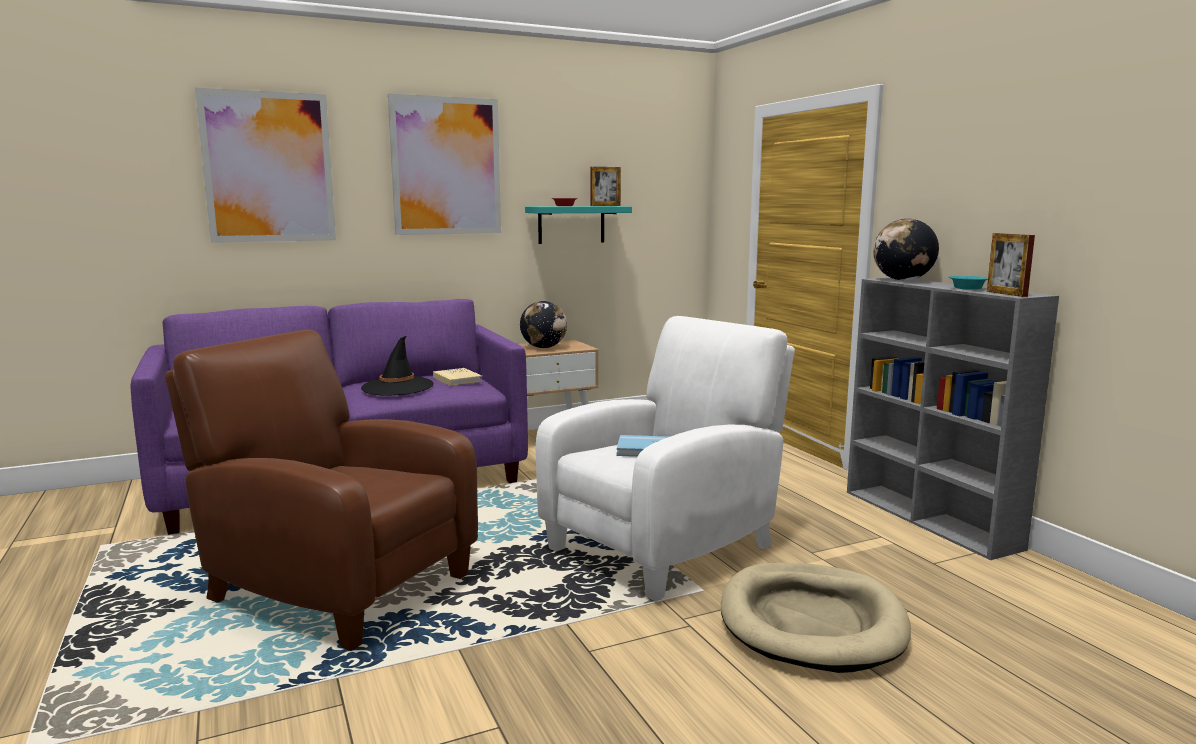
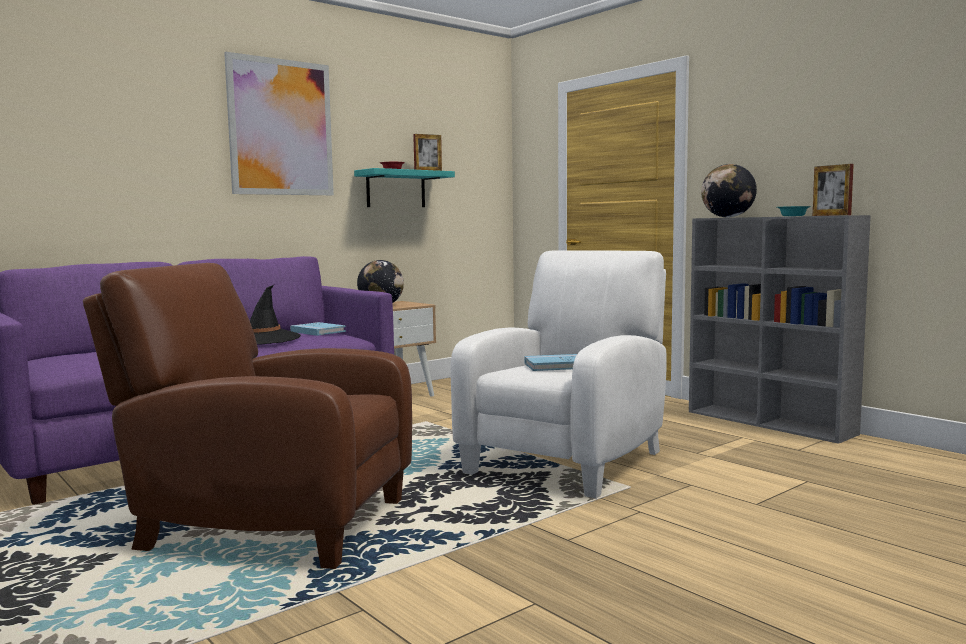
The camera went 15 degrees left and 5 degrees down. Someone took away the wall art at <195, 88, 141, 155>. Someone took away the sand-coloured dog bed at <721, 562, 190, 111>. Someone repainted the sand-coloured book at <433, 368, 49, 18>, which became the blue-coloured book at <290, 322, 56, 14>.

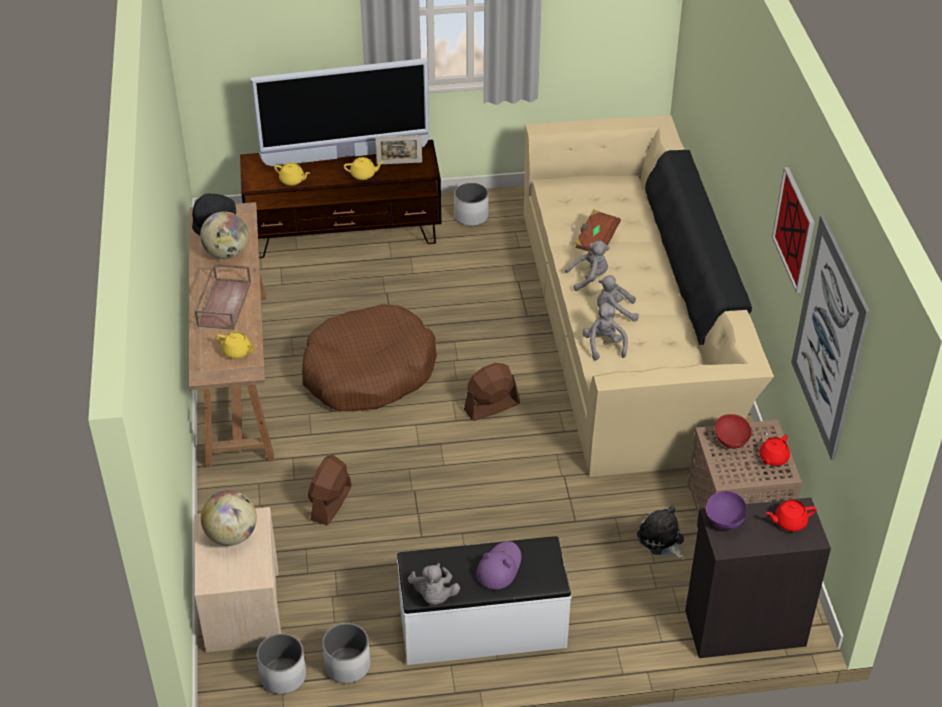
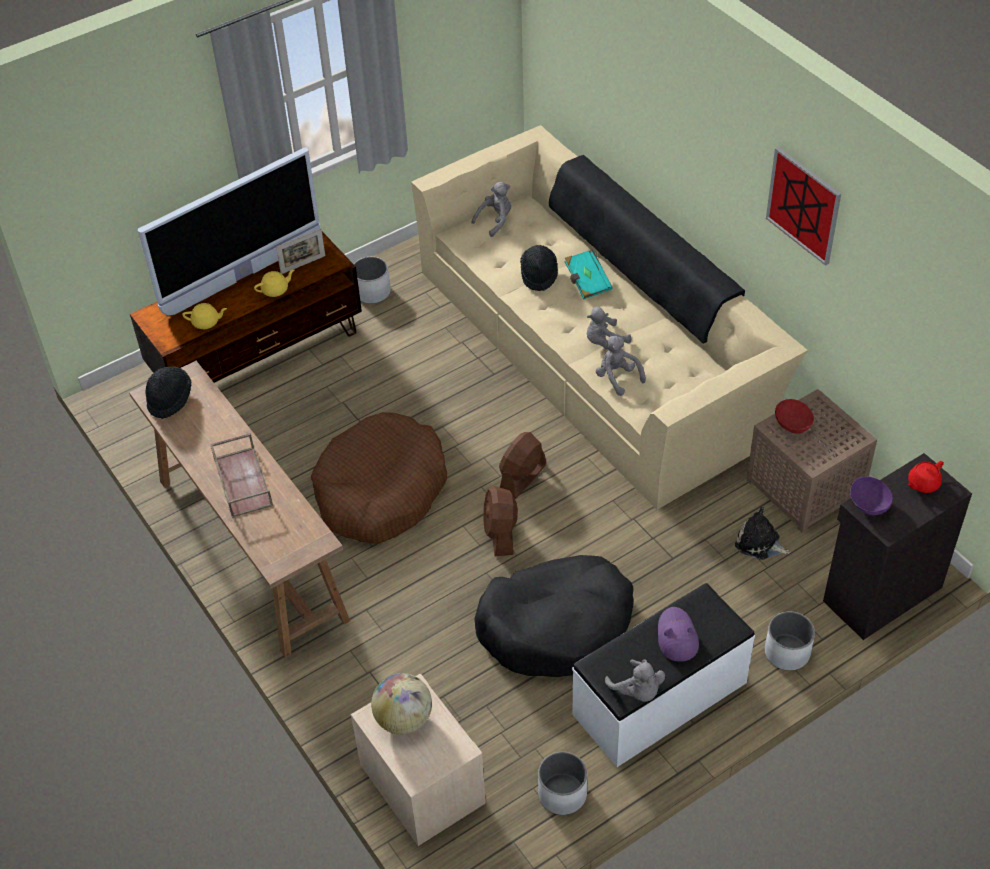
The camera went 25 degrees left and 5 degrees up. Someone took away the world globe at <200, 212, 48, 47>. Someone took away the yellow-coloured tea pot at <216, 332, 41, 27>. Someone took away the red tea pot at <759, 435, 31, 31>. Someone took away the wall art at <791, 215, 79, 245>. Someone put down the black-coloured dog bed at <474, 555, 159, 122>. Someone put down the turquoise book at <565, 249, 47, 50>. Someone carried the white flower pot from <257, 634, 49, 60> to <765, 612, 50, 59>. Someone carried the brownish cooling fan from <308, 455, 44, 70> to <483, 486, 35, 71>. Someone carried the gray soft toy from <565, 241, 45, 50> to <472, 182, 39, 55>. Someone swapped the brownish book at <575, 209, 46, 43> for the black-coloured wearable hat at <520, 245, 38, 46>.

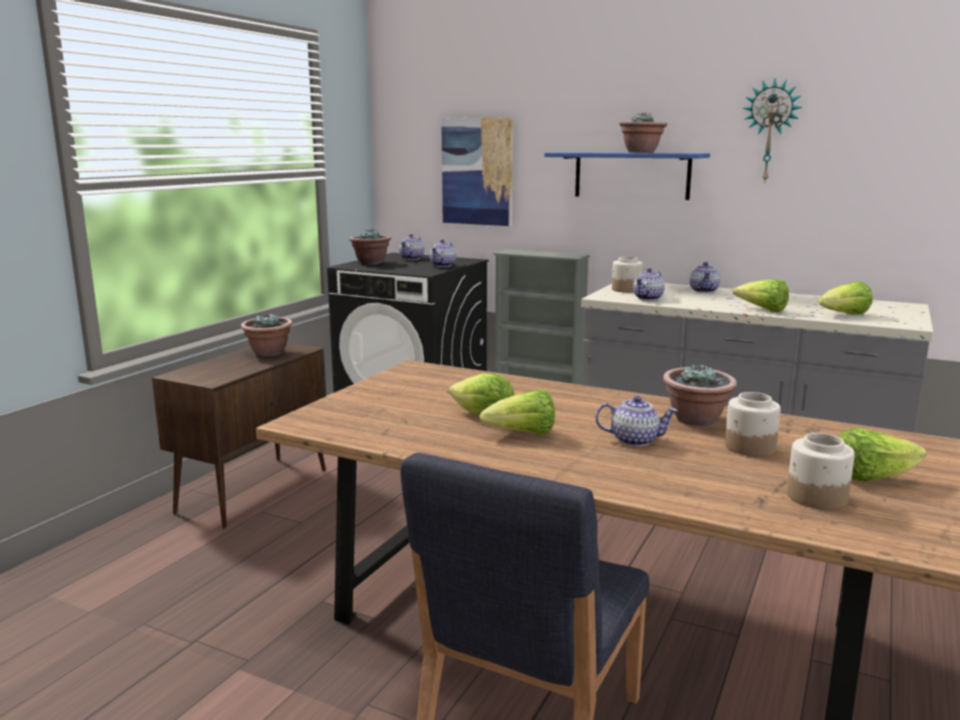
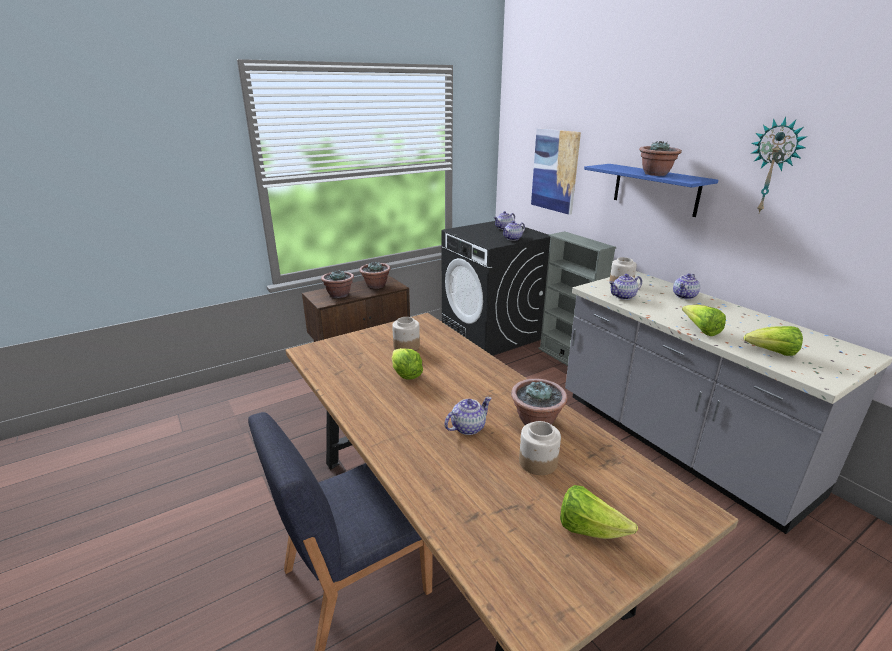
The camera went 30 degrees right and 10 degrees up. Someone took away the lettuce at <480, 389, 75, 45>. Someone carried the potted plant from <349, 229, 42, 36> to <321, 269, 33, 29>. Someone carried the jar from <787, 433, 68, 77> to <392, 317, 28, 34>. Someone rotated the tea pot at <595, 396, 83, 51> by 75 degrees counterclockwise.

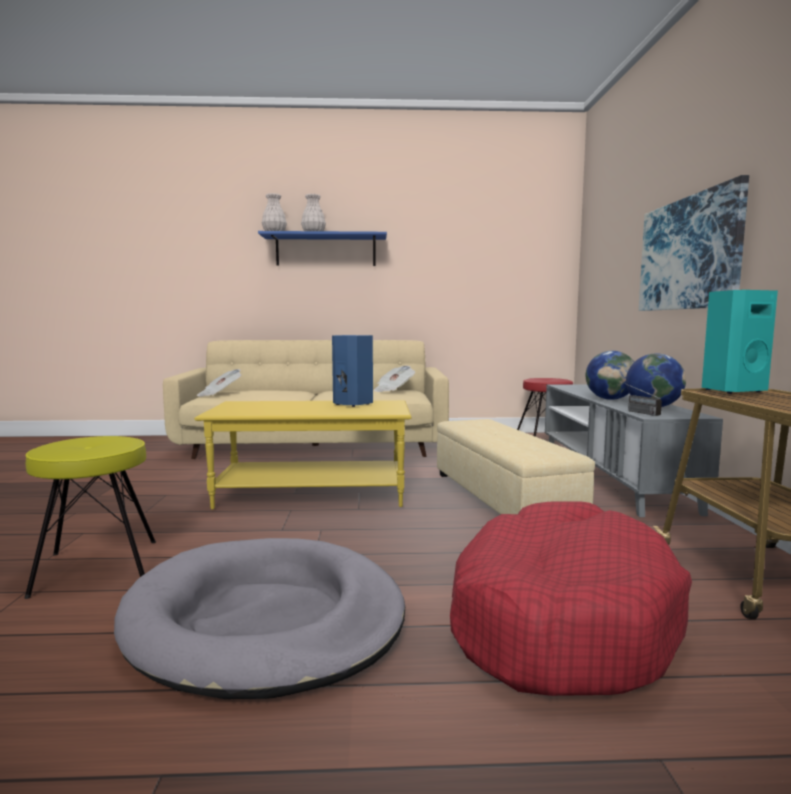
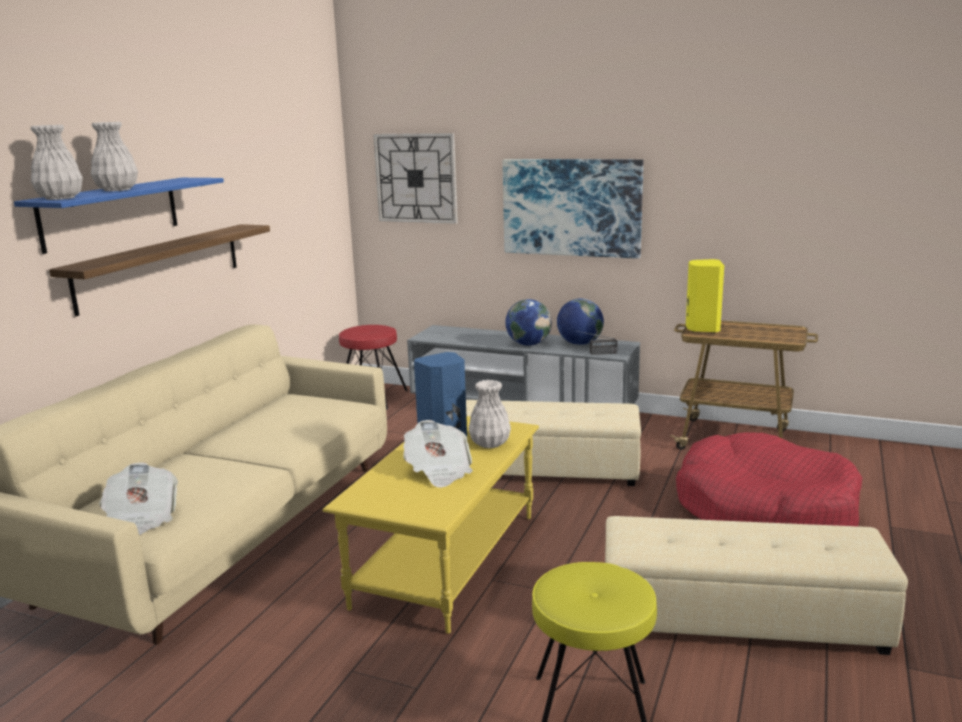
The camera went 65 degrees left and 10 degrees up. Someone put up the shelf at <49, 224, 221, 92>. Someone put up the wall clock at <373, 133, 85, 91>. Someone put down the white decorative vase at <469, 380, 42, 68>. Someone carried the daily paper from <374, 365, 41, 27> to <403, 420, 70, 68>. Someone swapped the gray dog bed at <114, 538, 291, 161> for the sand-coloured pouffe at <605, 516, 303, 139>. Someone repainted the turquoise audio speaker at <702, 290, 76, 104>, which became the yellow-coloured audio speaker at <686, 259, 38, 74>.

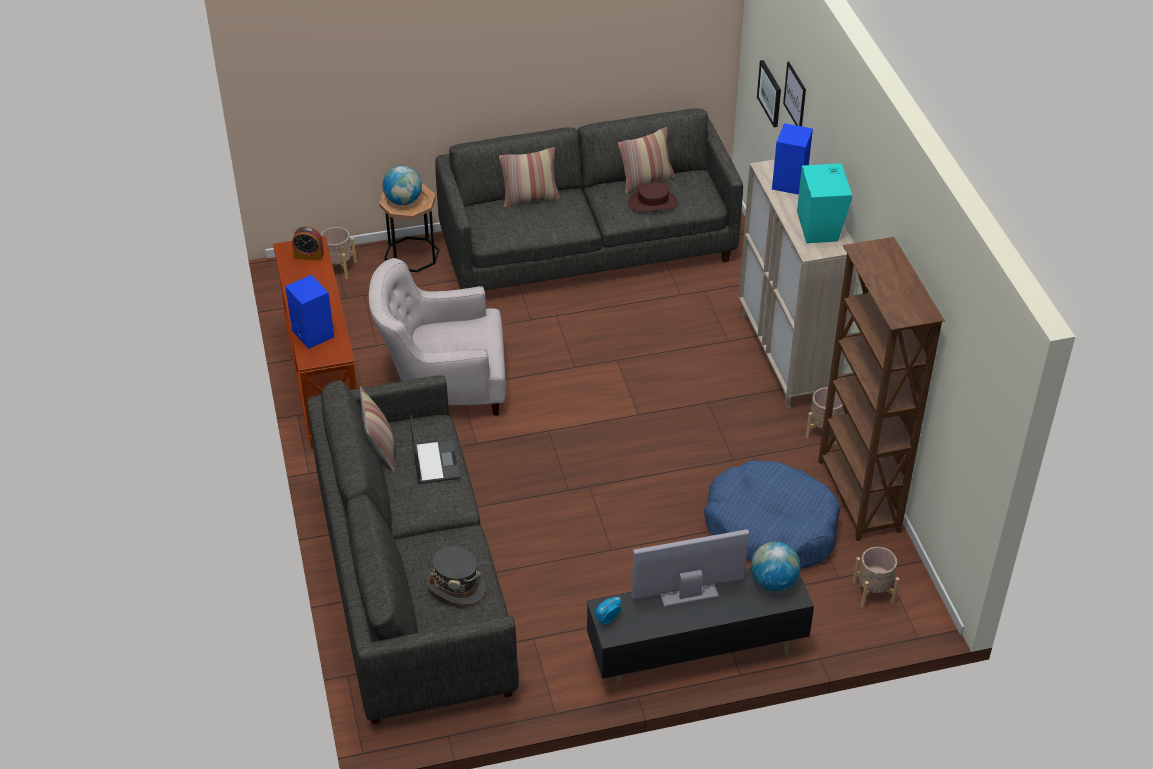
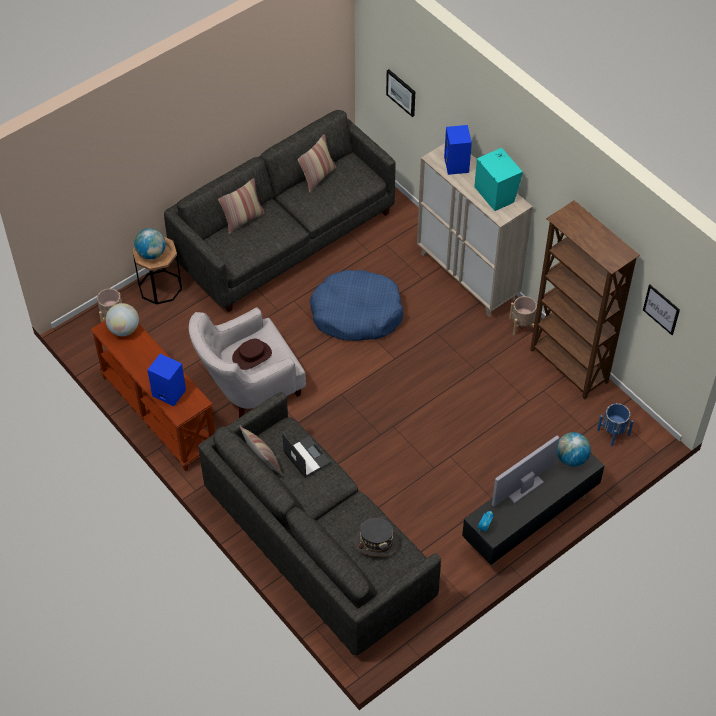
The camera went 25 degrees left and 10 degrees up. Someone carried the brownish wearable hat from <628, 183, 50, 29> to <232, 339, 40, 31>. Someone carried the blue-coloured dog bed from <704, 460, 137, 109> to <310, 270, 94, 71>. Someone carried the wall art from <783, 61, 23, 65> to <643, 285, 37, 50>. Someone swapped the bedside clock at <292, 226, 32, 35> for the world globe at <105, 303, 34, 33>. Someone repainted the sand-coloured flower pot at <852, 547, 47, 61>, which became the blue-coloured flower pot at <597, 403, 37, 43>.

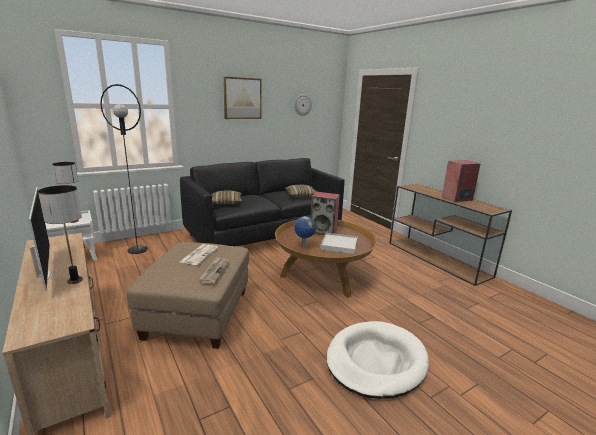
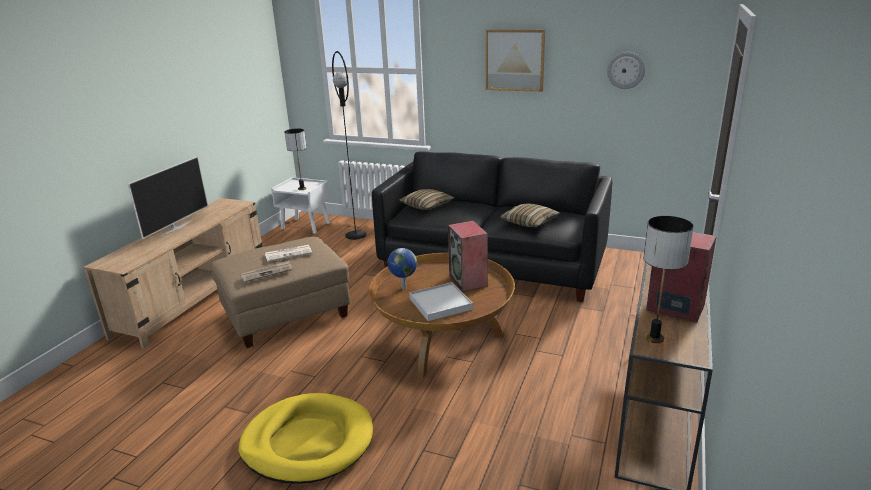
The camera went 55 degrees right and 5 degrees up. Someone carried the table lamp from <38, 185, 45, 99> to <643, 216, 51, 127>. Someone repainted the white dog bed at <326, 321, 103, 78>, which became the yellow-coloured dog bed at <238, 393, 135, 91>.

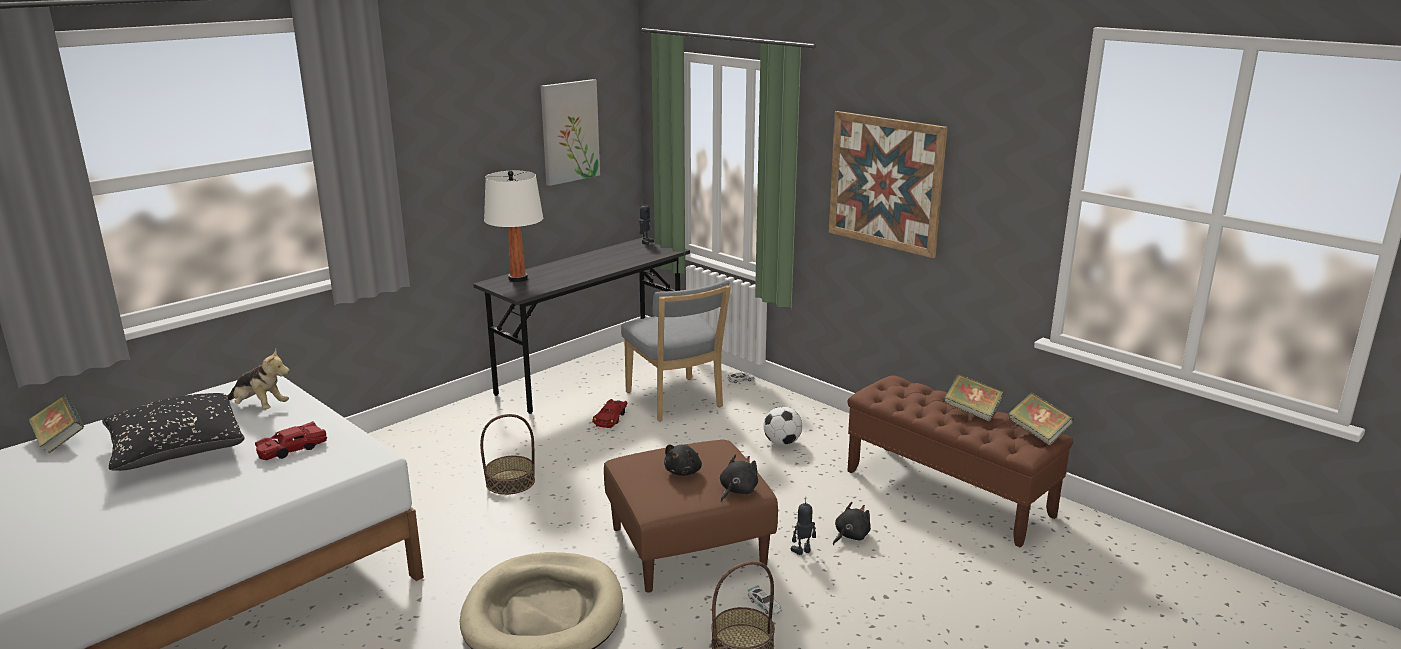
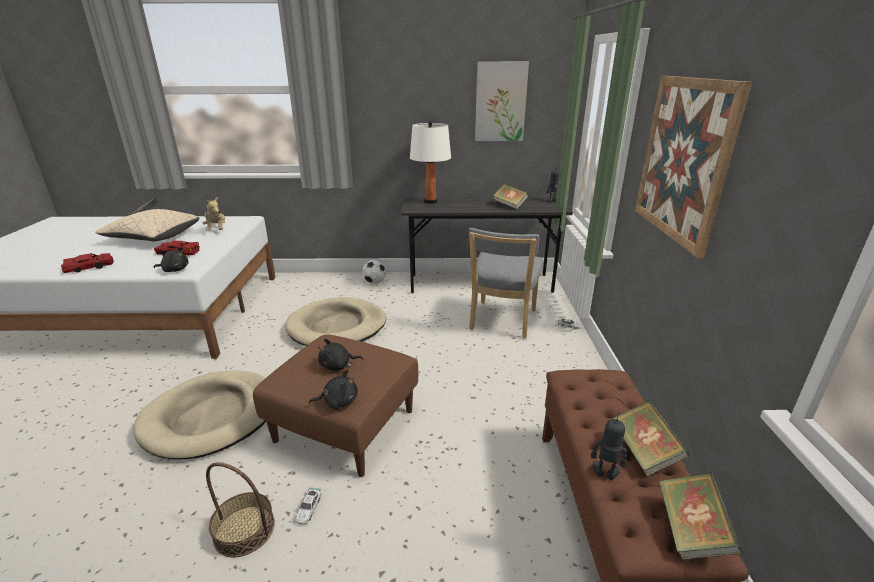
The camera went 45 degrees right and 5 degrees up. Someone put down the book at <493, 184, 36, 26>. Someone carried the red model car from <592, 399, 35, 29> to <61, 253, 53, 20>. Someone carried the football ball from <763, 406, 39, 40> to <362, 260, 24, 24>. Someone carried the robot figure from <791, 497, 25, 58> to <591, 413, 36, 67>. Someone carried the black-coloured soft toy from <833, 502, 38, 43> to <154, 247, 35, 25>. Someone swapped the basket at <480, 414, 55, 81> for the sand-coloured dog bed at <285, 297, 101, 49>. Someone repainted the black-coloured throw pillow at <102, 393, 143, 78>, which became the sand-coloured throw pillow at <95, 209, 105, 32>.

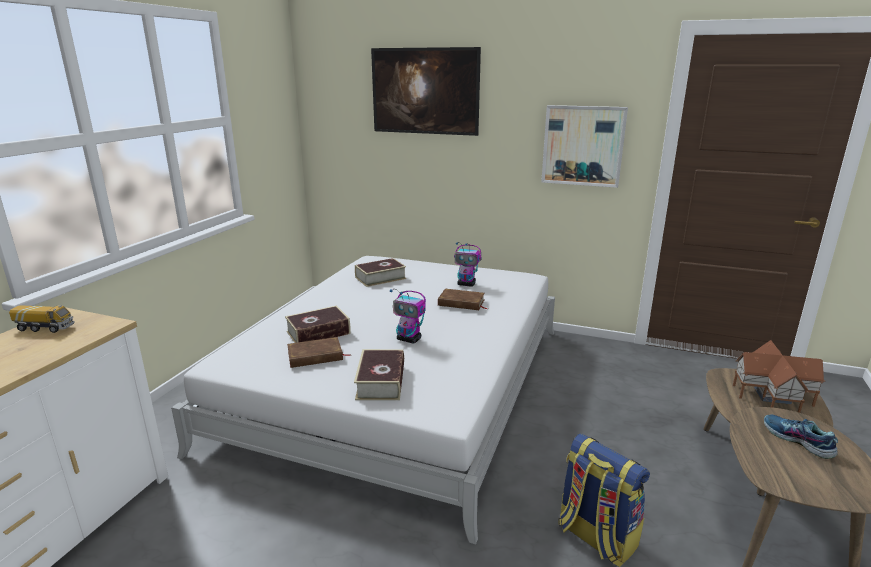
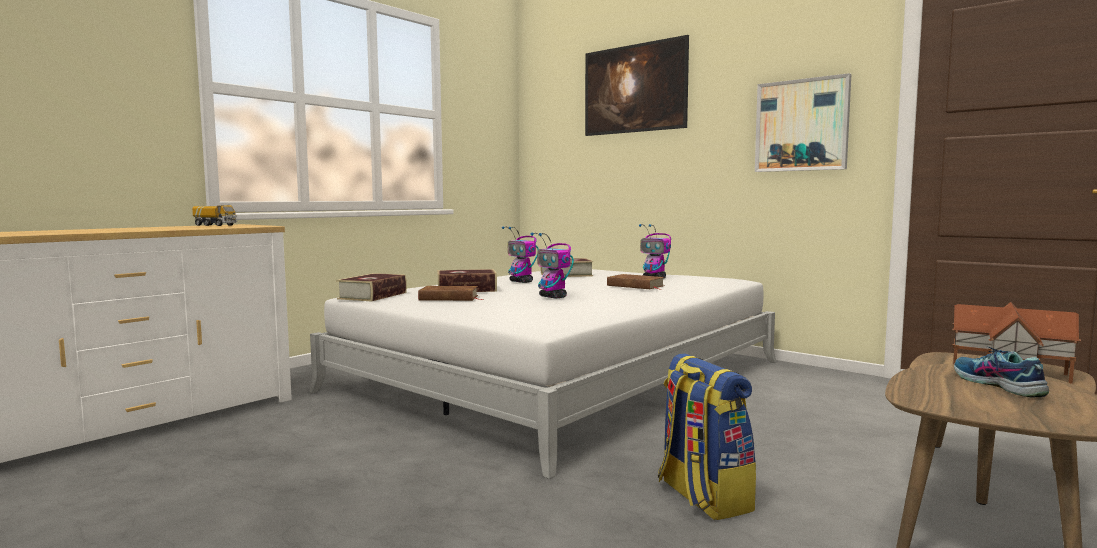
The camera went 20 degrees right and 15 degrees down. Someone put down the robot figure at <502, 226, 37, 57>. Someone carried the book from <354, 349, 50, 51> to <336, 273, 71, 28>.

